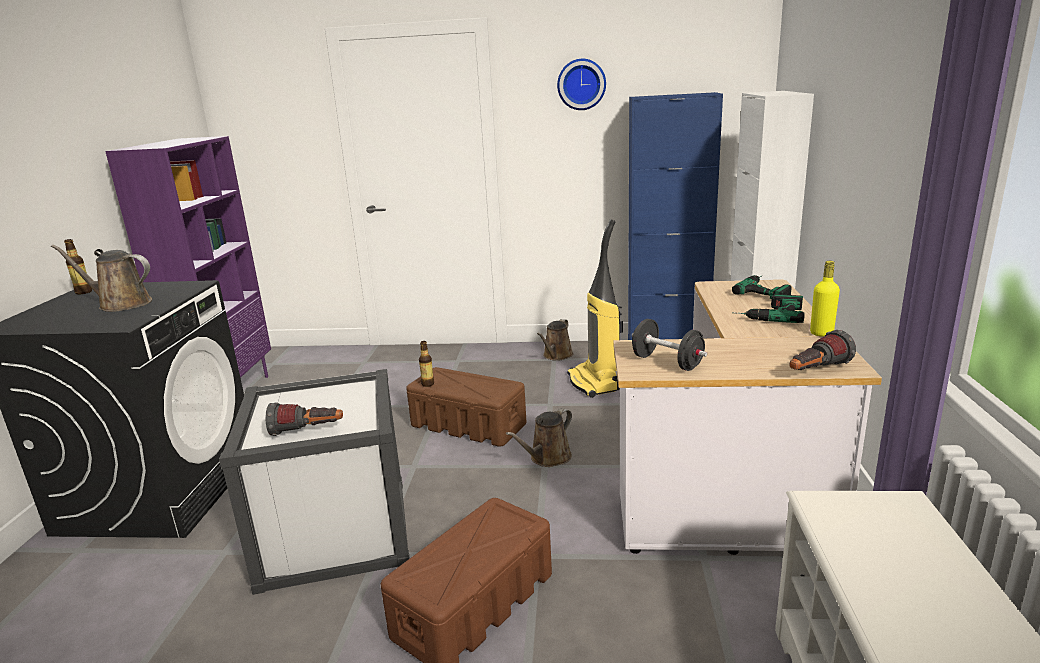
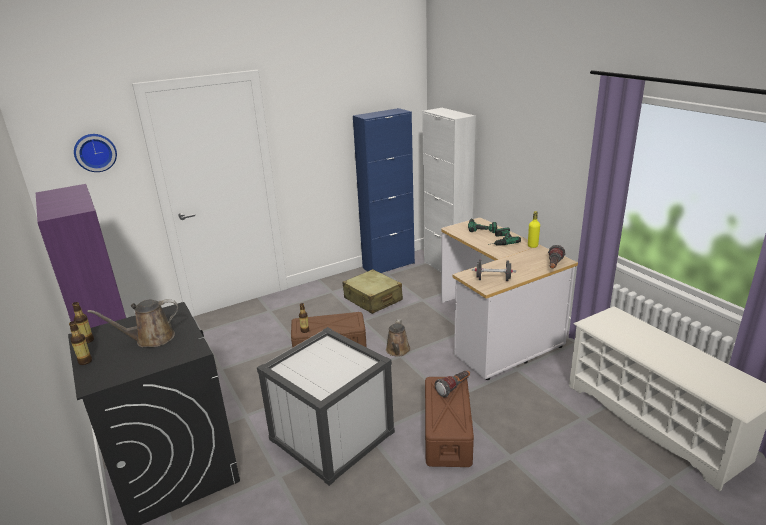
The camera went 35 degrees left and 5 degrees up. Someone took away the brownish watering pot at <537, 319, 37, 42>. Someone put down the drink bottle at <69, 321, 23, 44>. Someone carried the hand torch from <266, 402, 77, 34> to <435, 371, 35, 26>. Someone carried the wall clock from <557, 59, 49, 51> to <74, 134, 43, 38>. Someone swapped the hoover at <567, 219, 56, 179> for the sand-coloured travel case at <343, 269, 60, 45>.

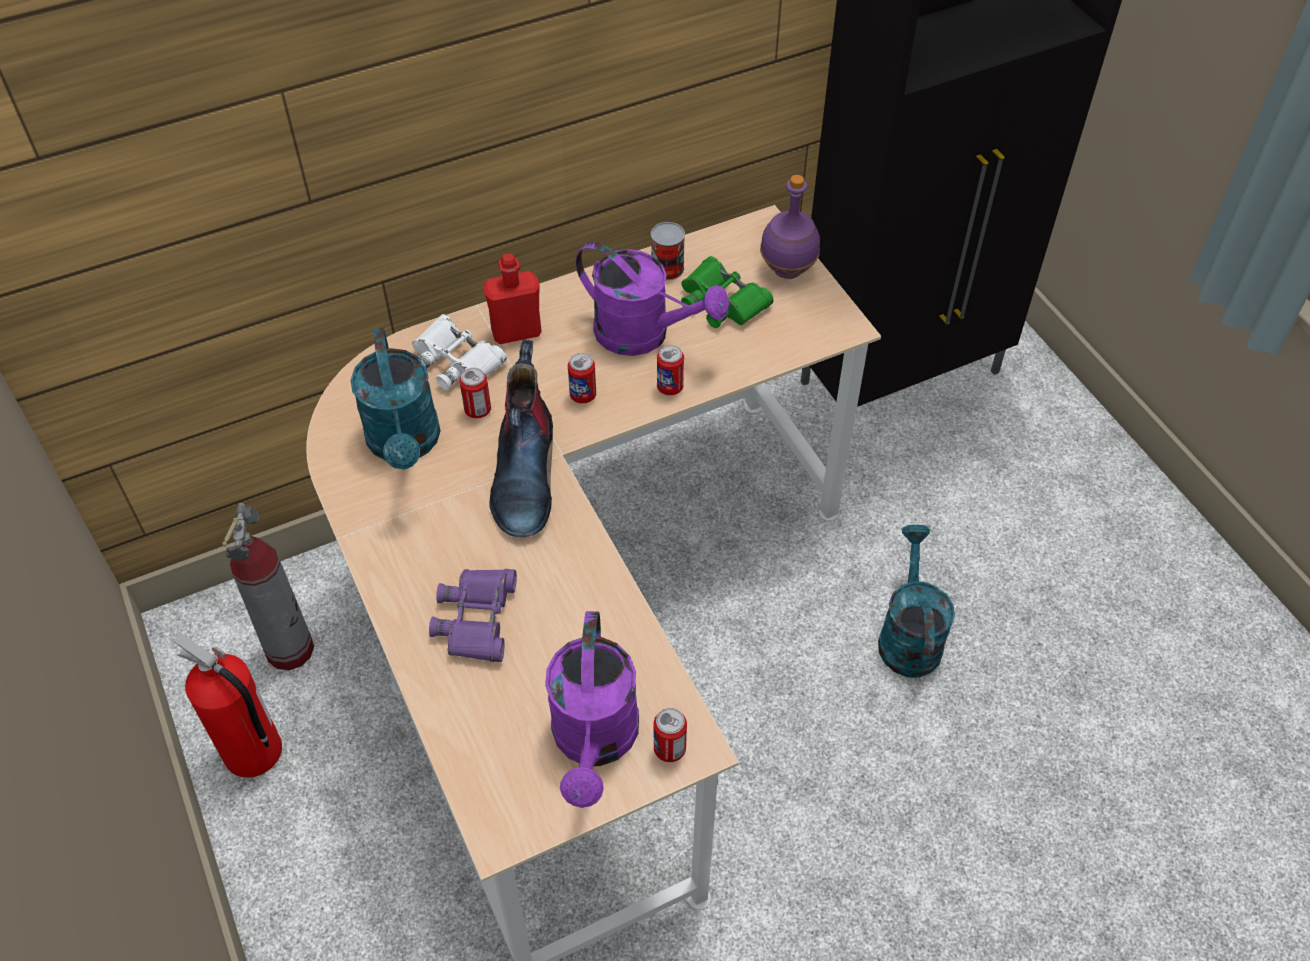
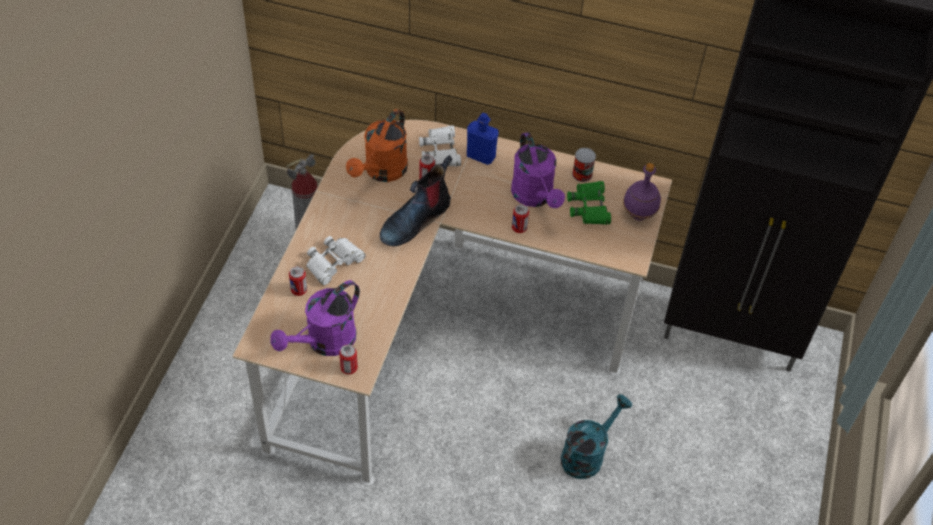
The camera went 40 degrees right and 0 degrees up. Someone took away the fire extinguisher at <173, 633, 109, 145>. Someone carried the can from <568, 353, 28, 51> to <289, 266, 18, 30>. Someone repainted the turquoise watering pot at <351, 328, 89, 141>, which became the orange watering pot at <346, 109, 62, 73>. Someone repainted the purple-coloured binoculars at <429, 569, 88, 93>, which became the white binoculars at <306, 236, 60, 49>. Someone repainted the red drink bottle at <483, 254, 58, 90>, which became the blue-coloured drink bottle at <467, 113, 32, 52>.

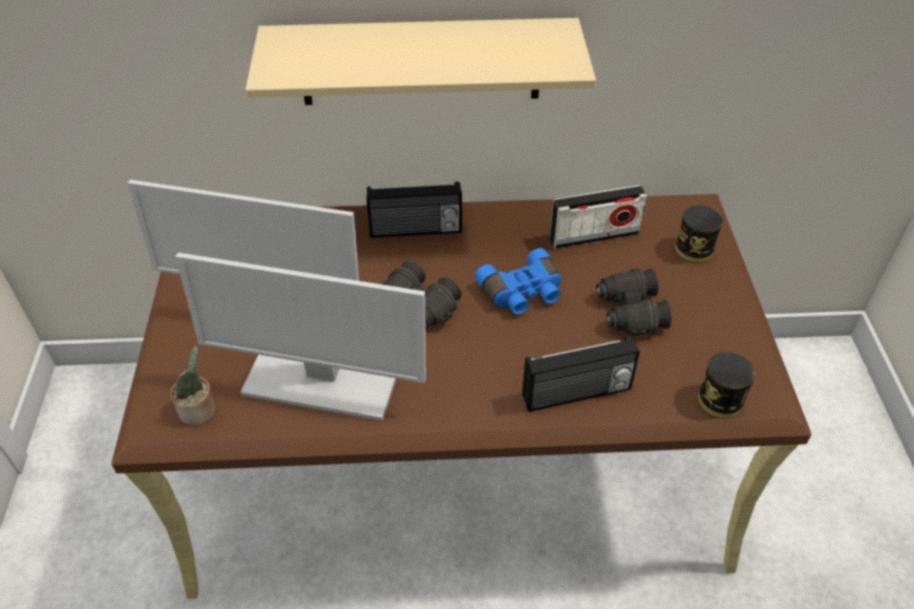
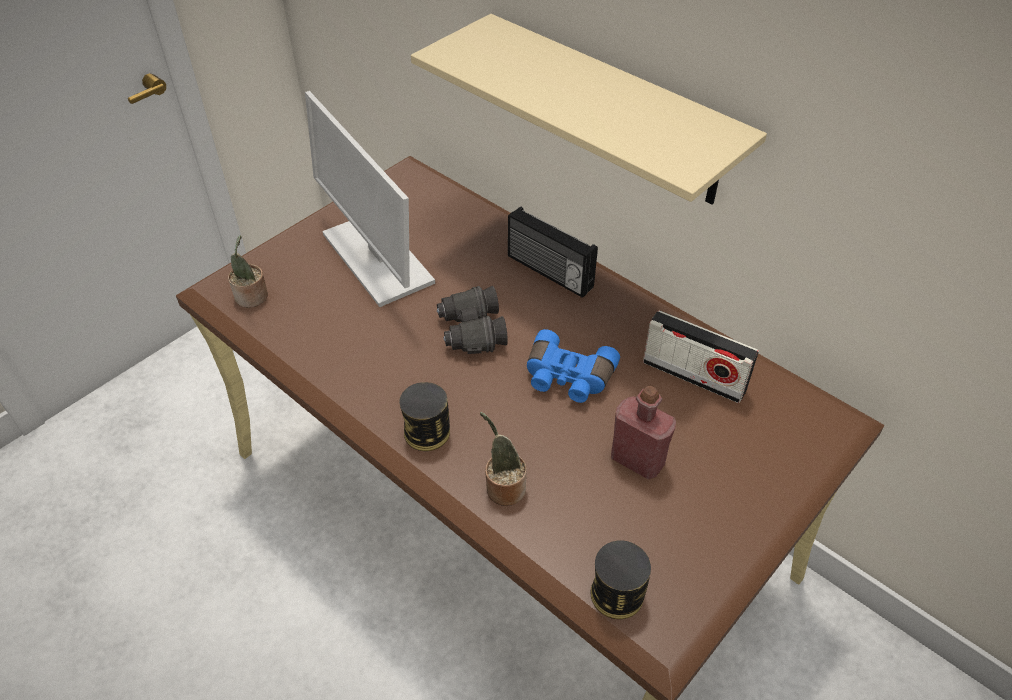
The camera went 45 degrees right and 0 degrees up. Someone took away the computer display at <175, 253, 251, 168>. Someone carried the can from <675, 205, 48, 58> to <399, 382, 51, 69>. Someone swapped the radio at <522, 335, 118, 77> for the potted plant at <480, 412, 47, 94>. Someone swapped the black-coloured binoculars at <596, 268, 76, 68> for the red drink bottle at <611, 386, 65, 94>.

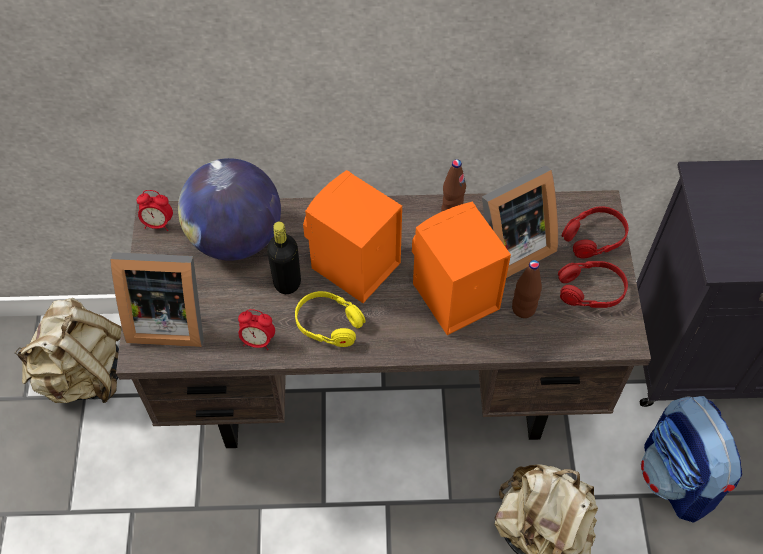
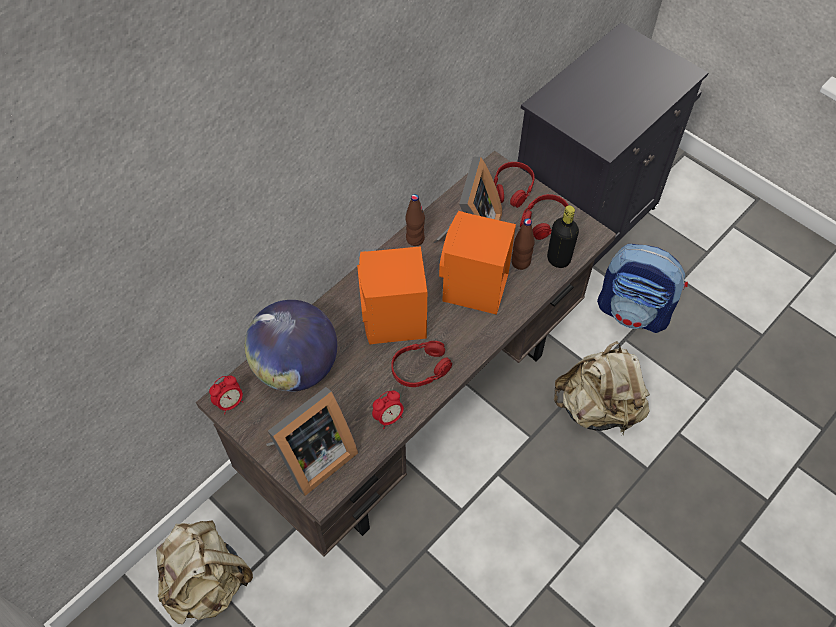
The camera went 45 degrees left and 0 degrees up. Someone carried the black-coloured drink bottle from <267, 221, 34, 73> to <547, 205, 32, 63>. Someone repainted the yellow-coloured pair of headphones at <295, 291, 71, 56>, which became the red pair of headphones at <391, 341, 61, 46>.

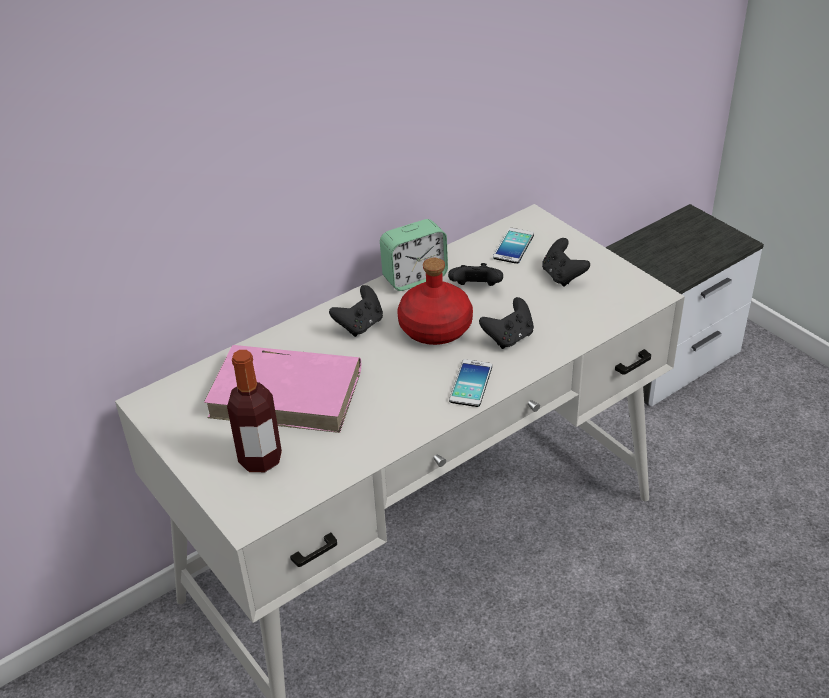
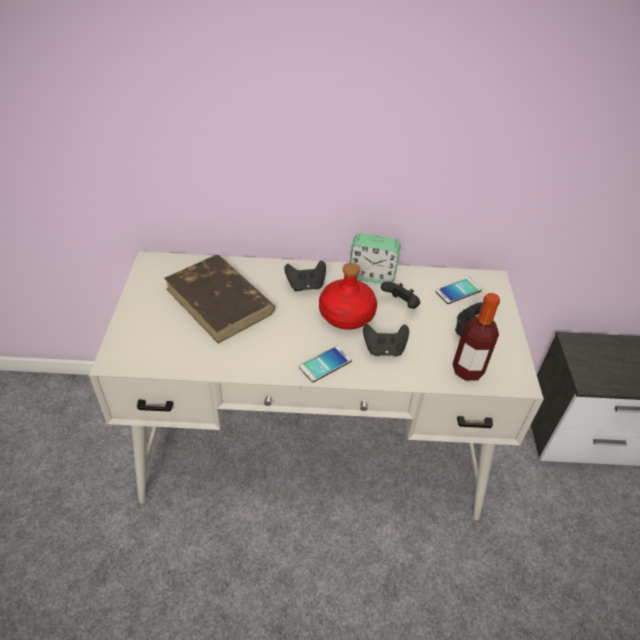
The camera went 35 degrees right and 5 degrees up. Someone carried the drink bottle from <227, 350, 55, 122> to <453, 293, 47, 88>. Someone repainted the pinkish book at <204, 345, 157, 88>, which became the brownish book at <164, 255, 111, 89>.

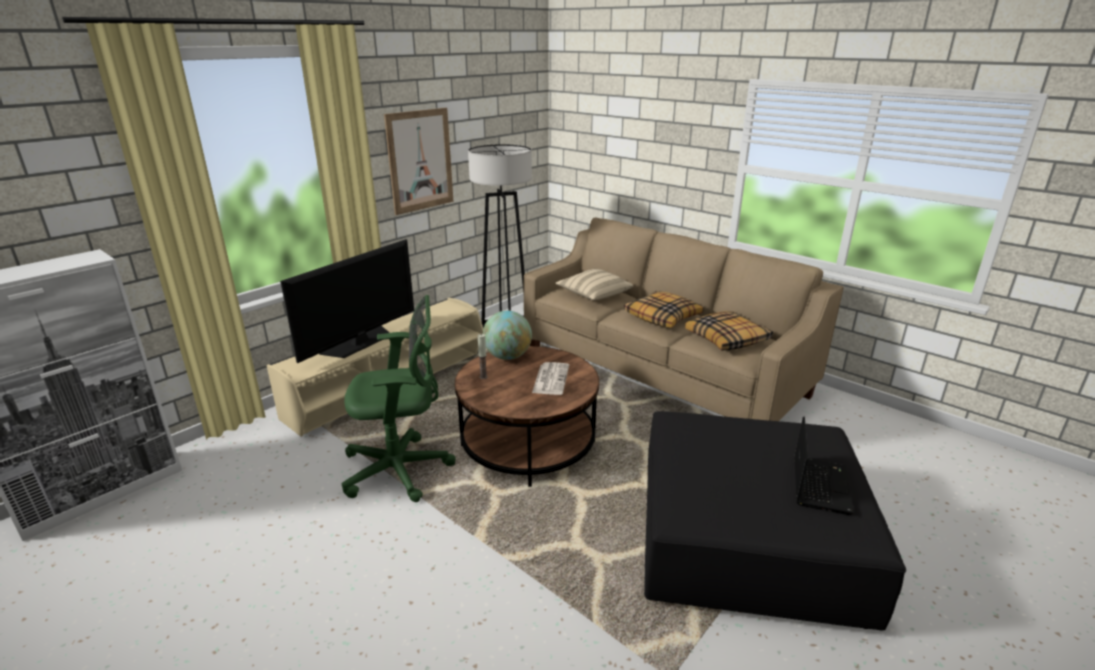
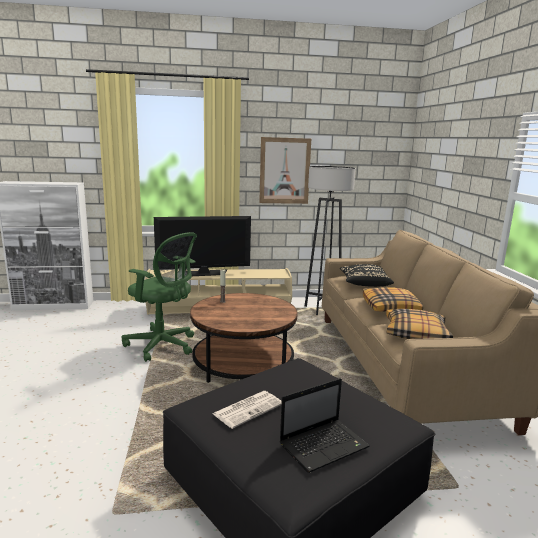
The camera went 40 degrees right and 10 degrees down. Someone took away the world globe at <483, 311, 49, 49>. Someone carried the daily paper from <532, 362, 37, 33> to <213, 391, 69, 38>. Someone repainted the sand-coloured throw pillow at <555, 269, 79, 31>, which became the black-coloured throw pillow at <340, 264, 54, 23>.

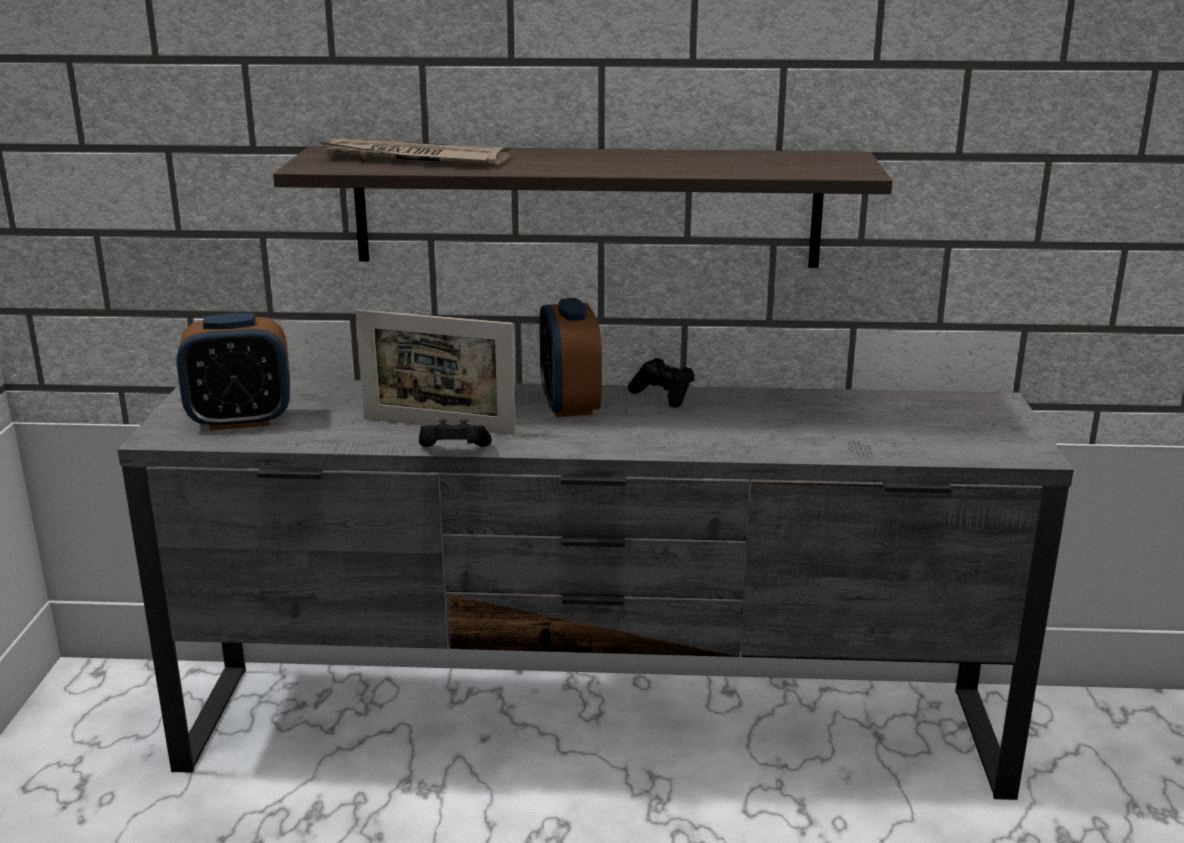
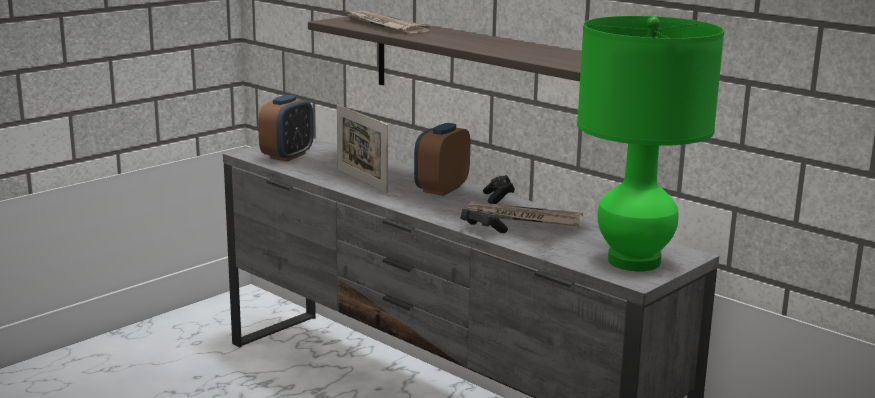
The camera went 40 degrees right and 5 degrees down. Someone put down the daily paper at <464, 201, 119, 25>. Someone put down the greenish table lamp at <577, 16, 147, 255>. Someone carried the black-coloured game controller from <419, 419, 73, 28> to <461, 208, 47, 25>. Someone rotated the bedside clock at <176, 313, 114, 117> by 90 degrees counterclockwise.

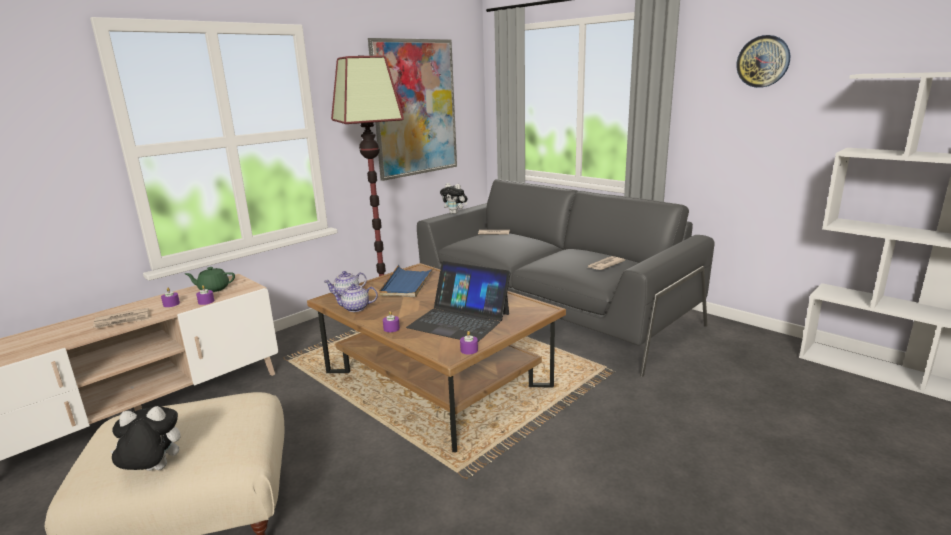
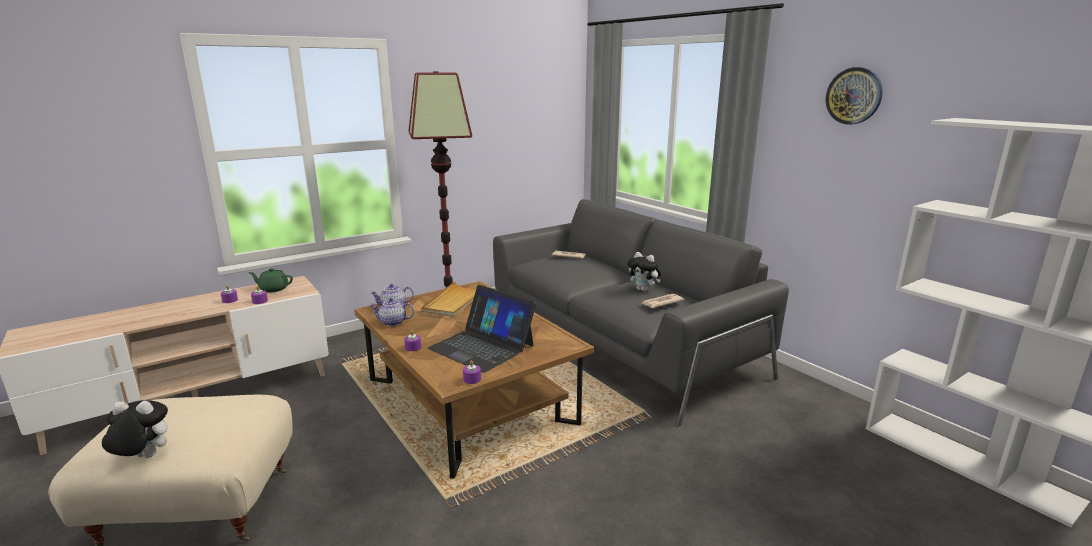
The camera went 10 degrees right and 0 degrees up. Someone took away the daily paper at <93, 308, 58, 21>. Someone took away the wall art at <368, 38, 89, 143>. Someone carried the soft toy from <440, 183, 27, 31> to <627, 252, 34, 39>. Someone repainted the blue-coloured serving tray at <379, 265, 56, 32>, which became the sand-coloured serving tray at <421, 281, 68, 36>.

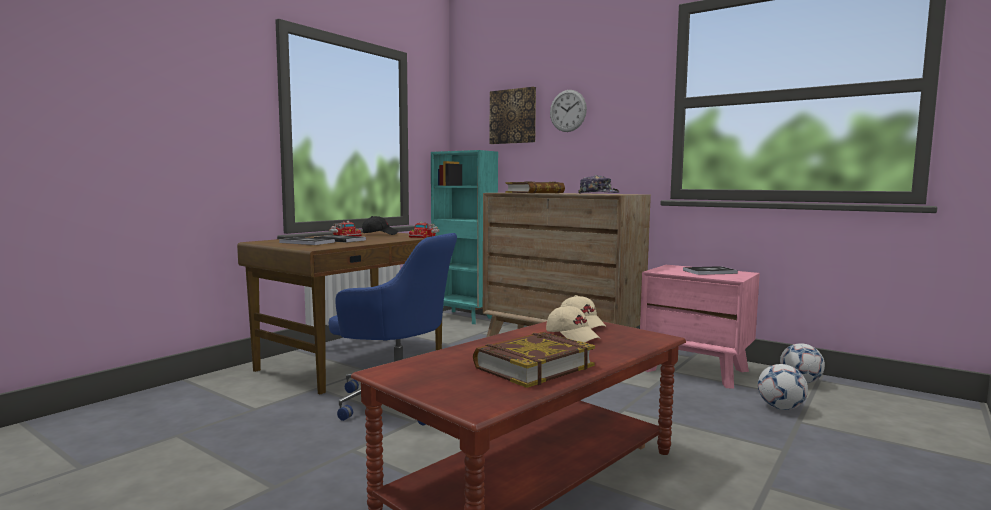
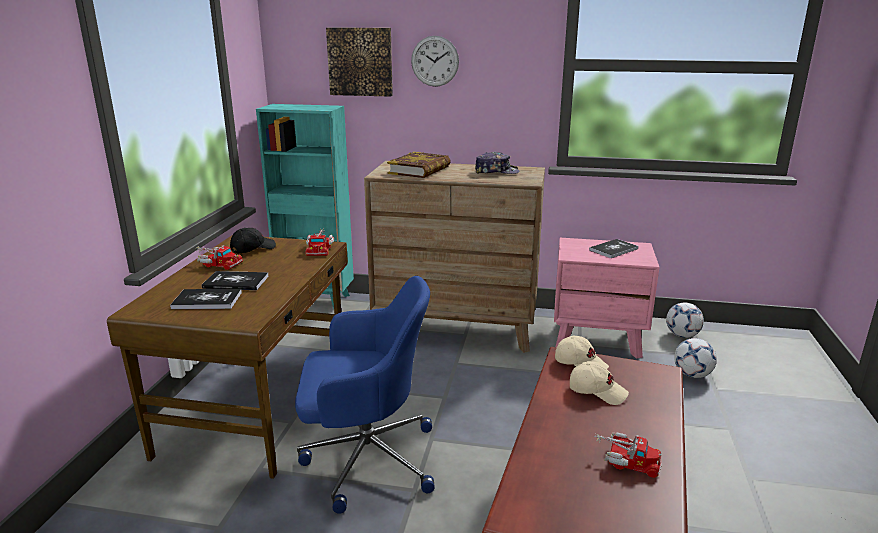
The camera went 25 degrees left and 15 degrees up. Someone swapped the book at <473, 332, 122, 56> for the toy lorry at <594, 433, 68, 45>.

